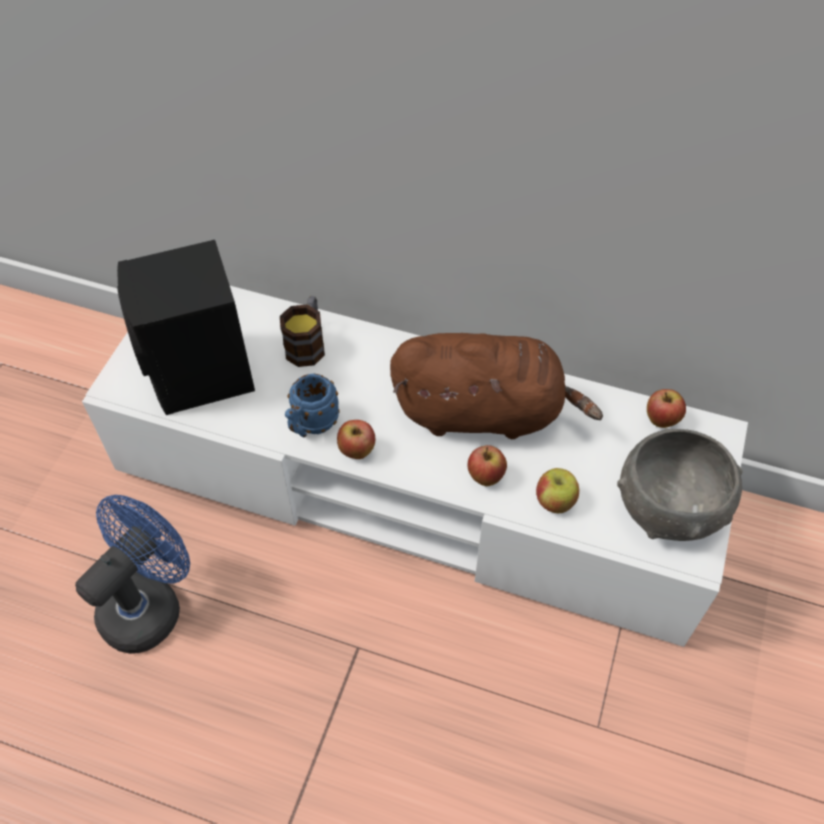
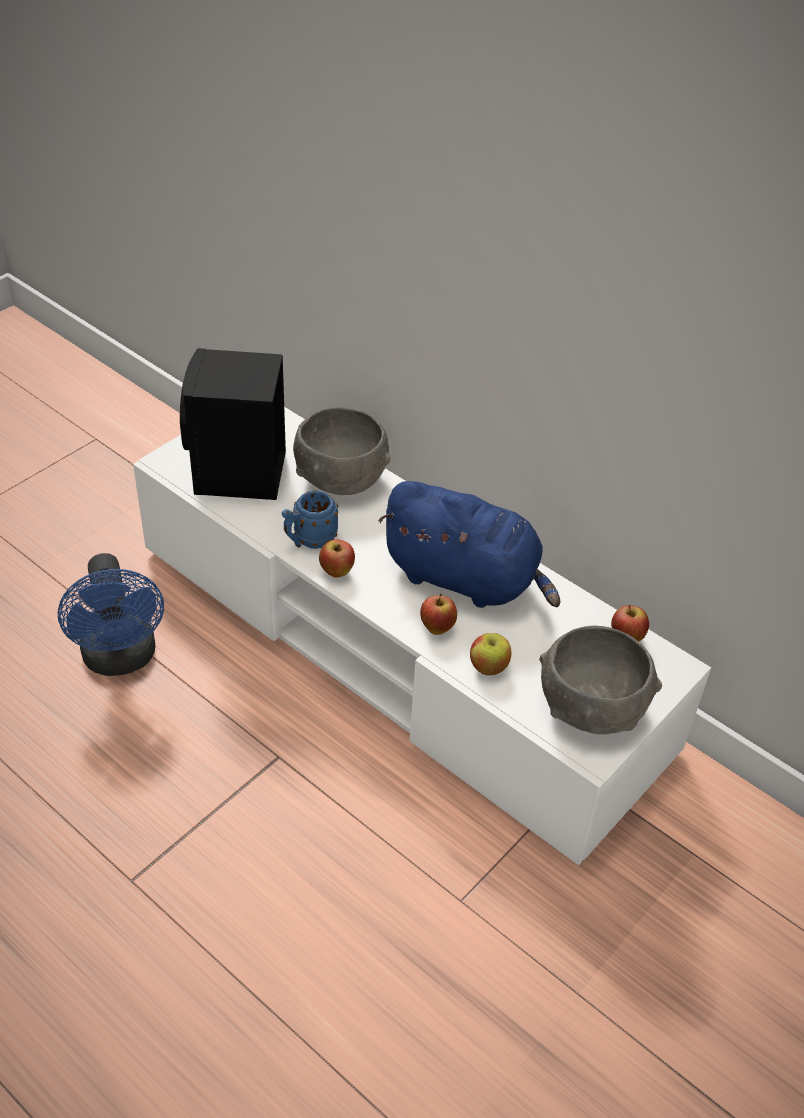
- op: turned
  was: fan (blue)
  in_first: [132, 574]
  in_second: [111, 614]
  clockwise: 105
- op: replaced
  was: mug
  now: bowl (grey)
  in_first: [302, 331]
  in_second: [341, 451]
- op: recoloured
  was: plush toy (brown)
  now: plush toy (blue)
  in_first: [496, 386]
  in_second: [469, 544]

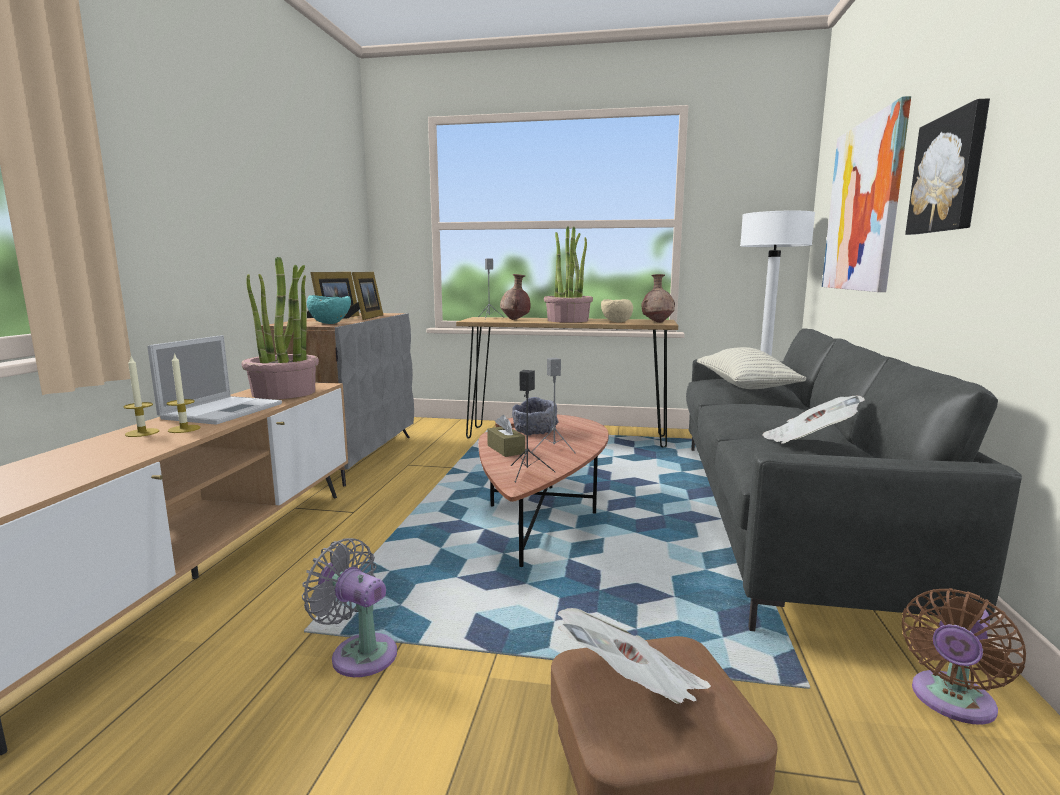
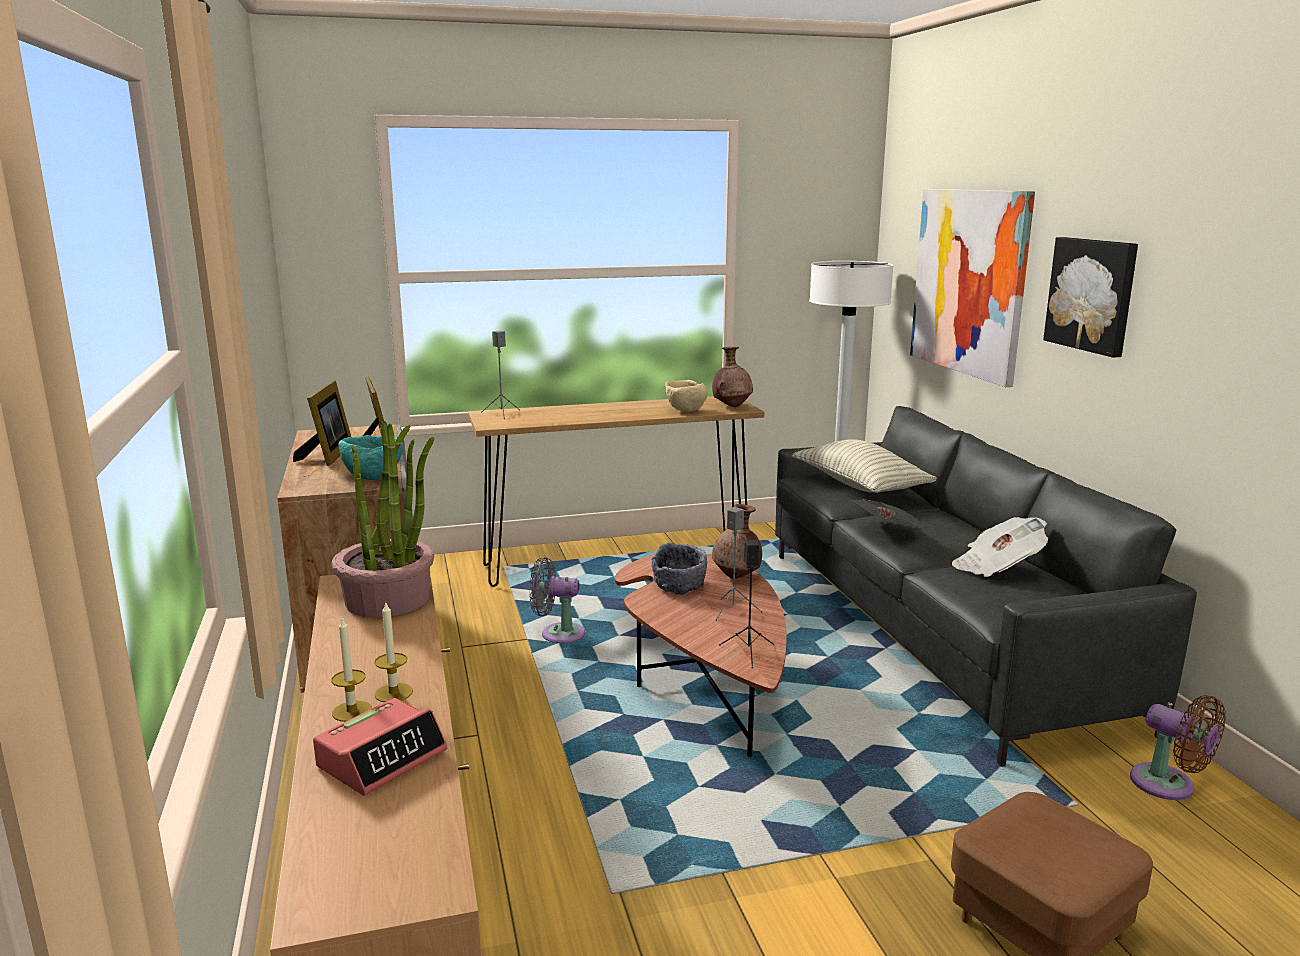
- op: removed
  was: laptop
  in_first: [214, 380]
- op: moved
  was: fan (grey)
  in_first: [349, 607]
  in_second: [557, 600]
- op: removed
  was: tissue box (brown)
  in_first: [506, 436]
- op: moved
  was: vase (brown)
  in_first: [515, 297]
  in_second: [737, 541]
- op: removed
  was: potted plant
  in_first: [568, 274]
- op: moved
  was: newspaper
  in_first: [634, 656]
  in_second: [884, 512]
- op: turned
  was: fan (brown)
  in_first: [964, 656]
  in_second: [1178, 747]
  clockwise: -60
- op: added
  now: alarm clock
  in_second: [380, 747]

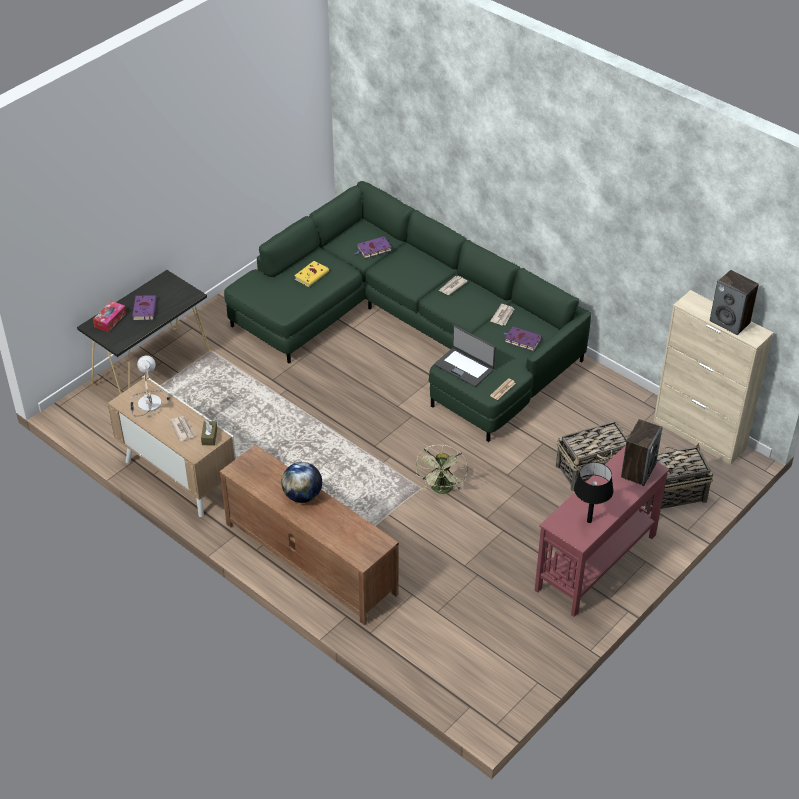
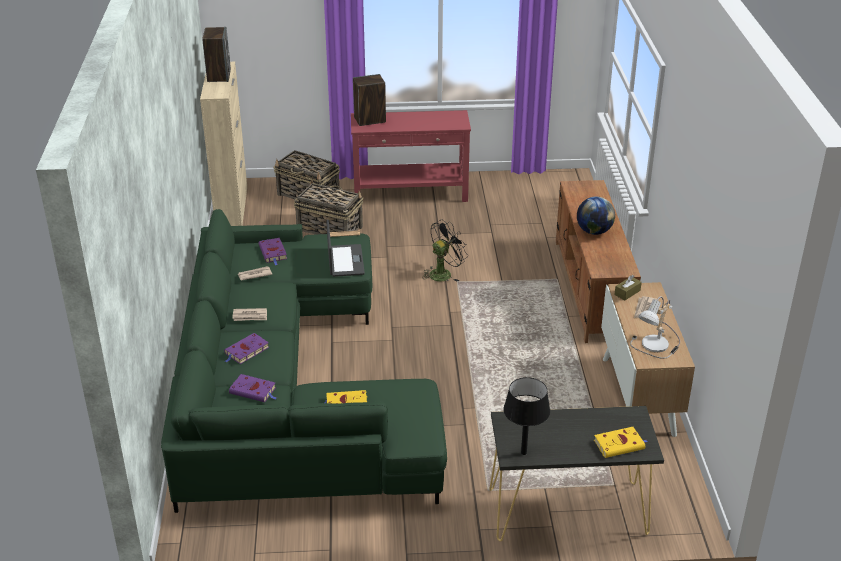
- op: replaced
  was: tissue box
  now: book (yellow)
  in_first: [109, 316]
  in_second: [621, 442]
- op: moved
  was: book (purple)
  in_first: [144, 308]
  in_second: [246, 348]
- op: recoloured
  was: fan (green)
  now: fan (black)
  in_first: [442, 469]
  in_second: [444, 250]
- op: moved
  was: table lamp (black)
  in_first: [594, 492]
  in_second: [526, 416]

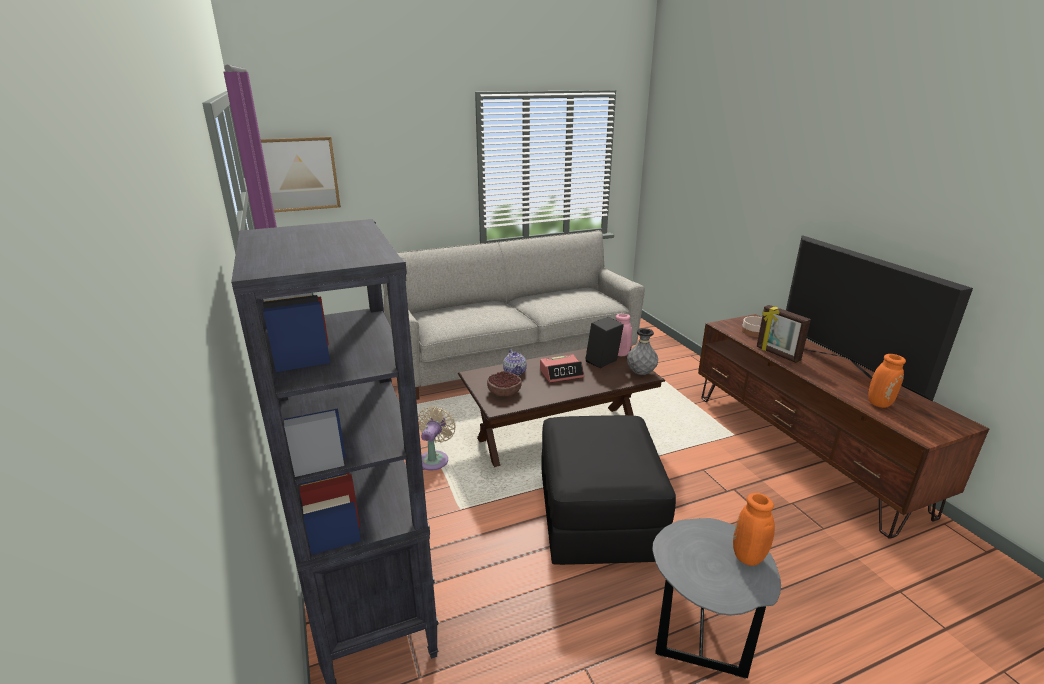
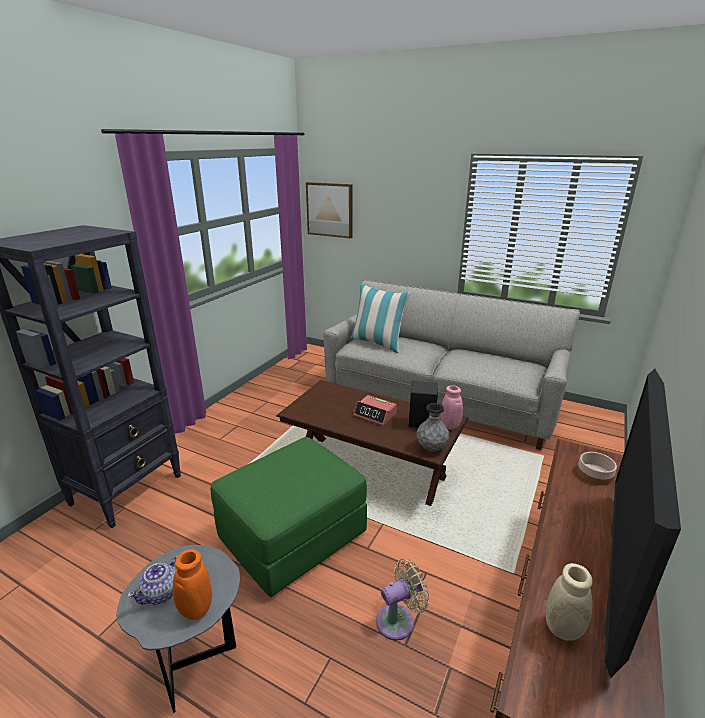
- op: moved
  was: fan (beige)
  in_first: [437, 438]
  in_second: [403, 600]
- op: removed
  was: bowl
  in_first: [504, 383]
- op: moved
  was: teapot
  in_first: [515, 363]
  in_second: [152, 580]
- op: recoloured
  was: ottoman (black)
  now: ottoman (green)
  in_first: [608, 490]
  in_second: [289, 517]
- op: removed
  was: picture frame
  in_first: [784, 334]
- op: recoloured
  was: vase (orange)
  now: vase (beige)
  in_first: [887, 381]
  in_second: [578, 590]
- op: added
  now: pillow
  in_second: [380, 318]

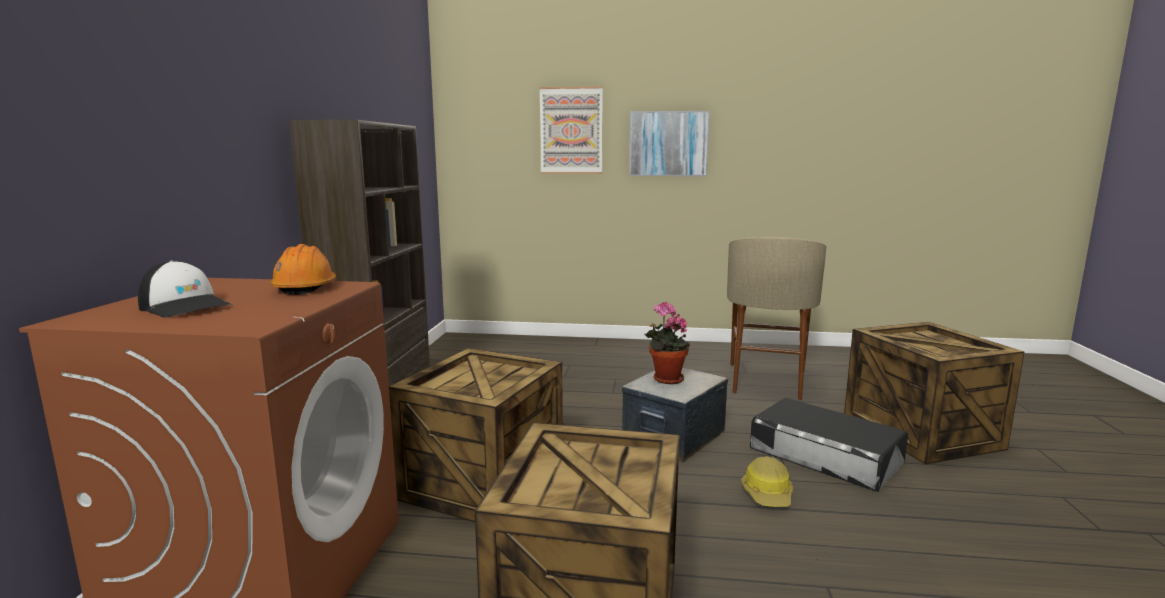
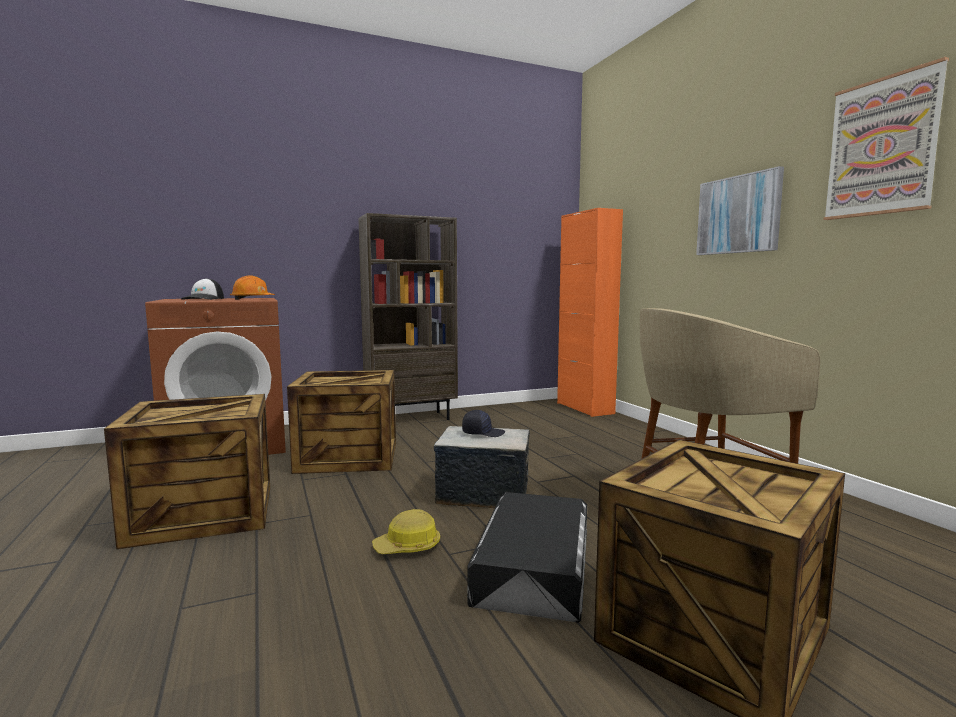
- op: moved
  was: picture
  in_first: [571, 130]
  in_second: [886, 138]
- op: replaced
  was: potted plant
  now: cap (black)
  in_first: [667, 343]
  in_second: [483, 423]
- op: added
  now: cabinet (orange)
  in_second: [590, 312]

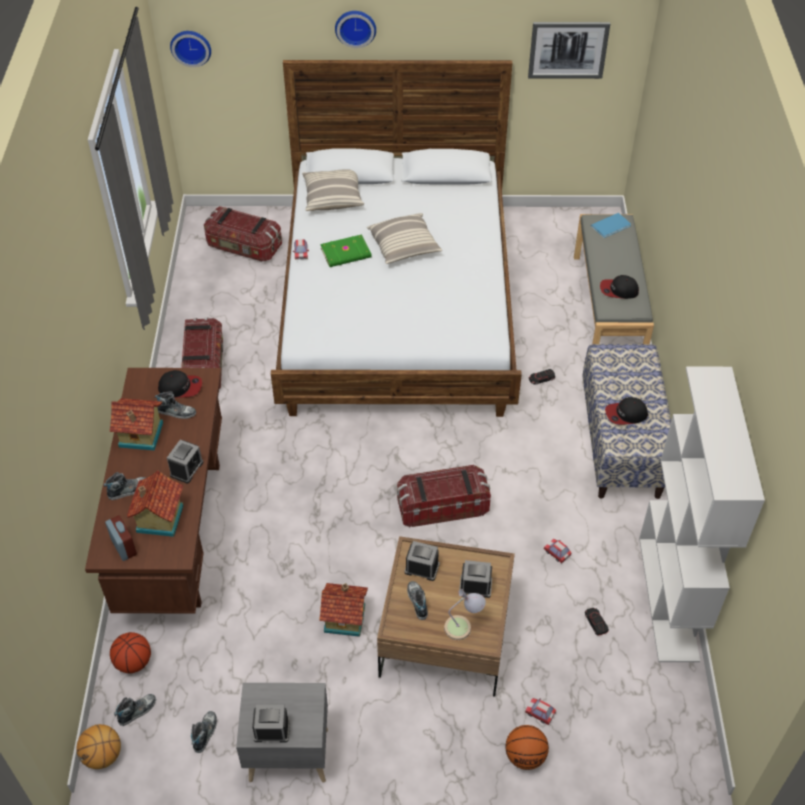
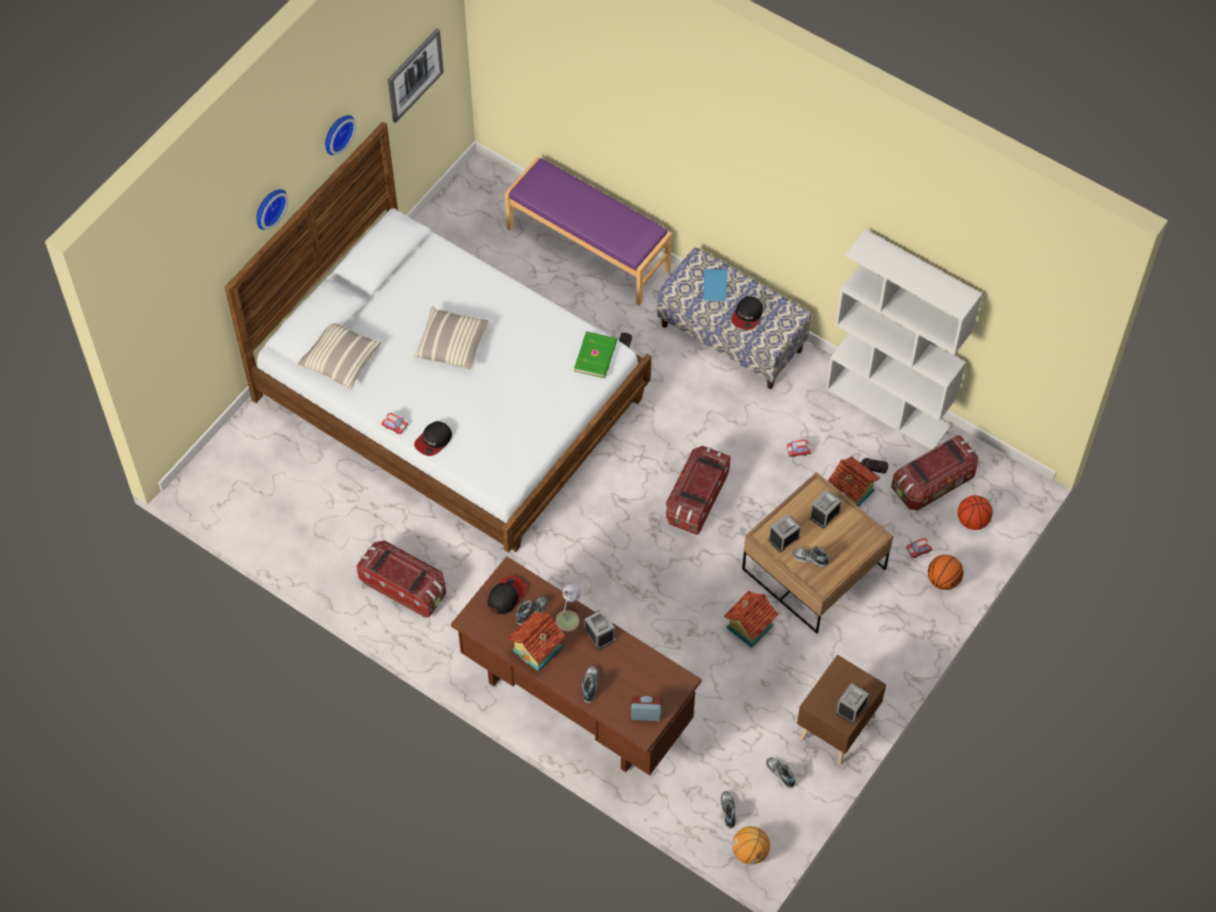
- op: moved
  was: basketball
  in_first: [130, 653]
  in_second: [975, 512]
- op: moved
  was: toy house
  in_first: [155, 503]
  in_second: [854, 481]
- op: moved
  was: wall clock
  in_first: [190, 49]
  in_second: [340, 135]
- op: moved
  was: storage box
  in_first: [243, 234]
  in_second: [935, 473]
- op: recoloured
  was: nightstand (grey)
  now: nightstand (brown)
  in_first: [282, 732]
  in_second: [841, 709]
- op: moved
  was: book (green)
  in_first: [346, 250]
  in_second: [595, 354]
- op: moved
  was: table lamp
  in_first: [465, 614]
  in_second: [568, 607]
- op: recoloured
  was: bench (grey)
  now: bench (purple)
  in_first: [614, 279]
  in_second: [588, 231]
- op: moved
  was: book (blue)
  in_first: [611, 225]
  in_second: [715, 285]
- op: moved
  was: cap
  in_first: [619, 287]
  in_second: [433, 438]

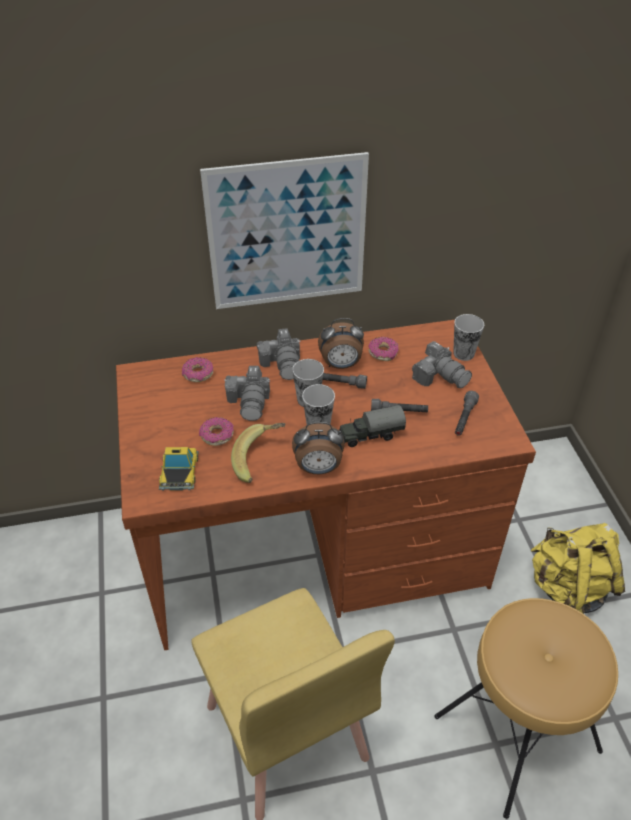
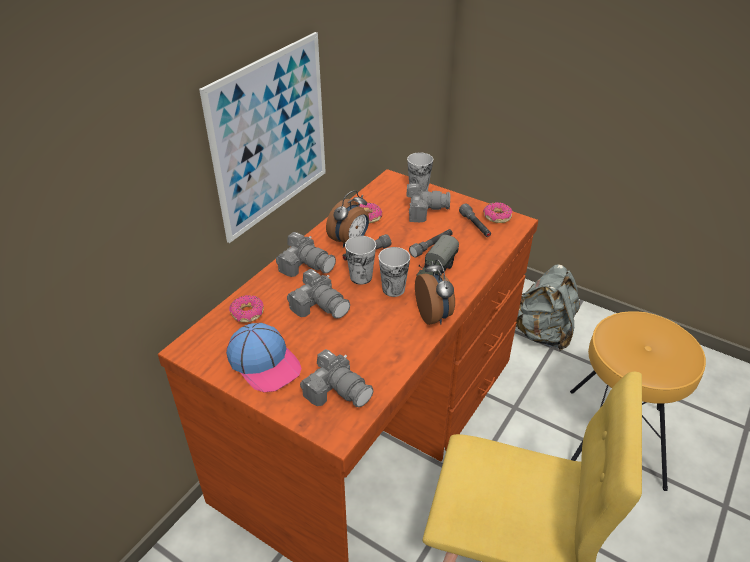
- op: replaced
  was: toy car
  now: photo camera
  in_first: [179, 469]
  in_second: [336, 378]
- op: moved
  was: donut
  in_first: [216, 431]
  in_second: [498, 212]
- op: removed
  was: banana
  in_first: [258, 453]
- op: turned
  was: alarm clock
  in_first: [318, 448]
  in_second: [435, 292]
  clockwise: -60
- op: recoloured
  was: backpack (yellow)
  now: backpack (grey)
  in_first: [578, 568]
  in_second: [548, 307]
- op: added
  now: cap
  in_second: [264, 358]

